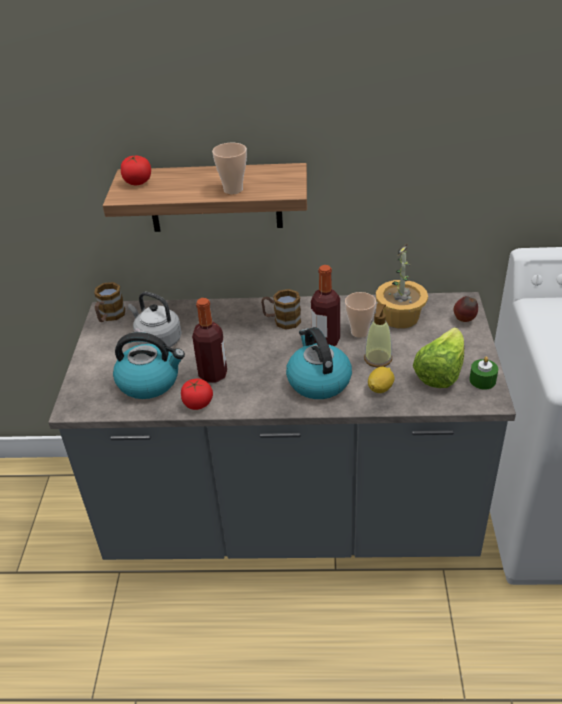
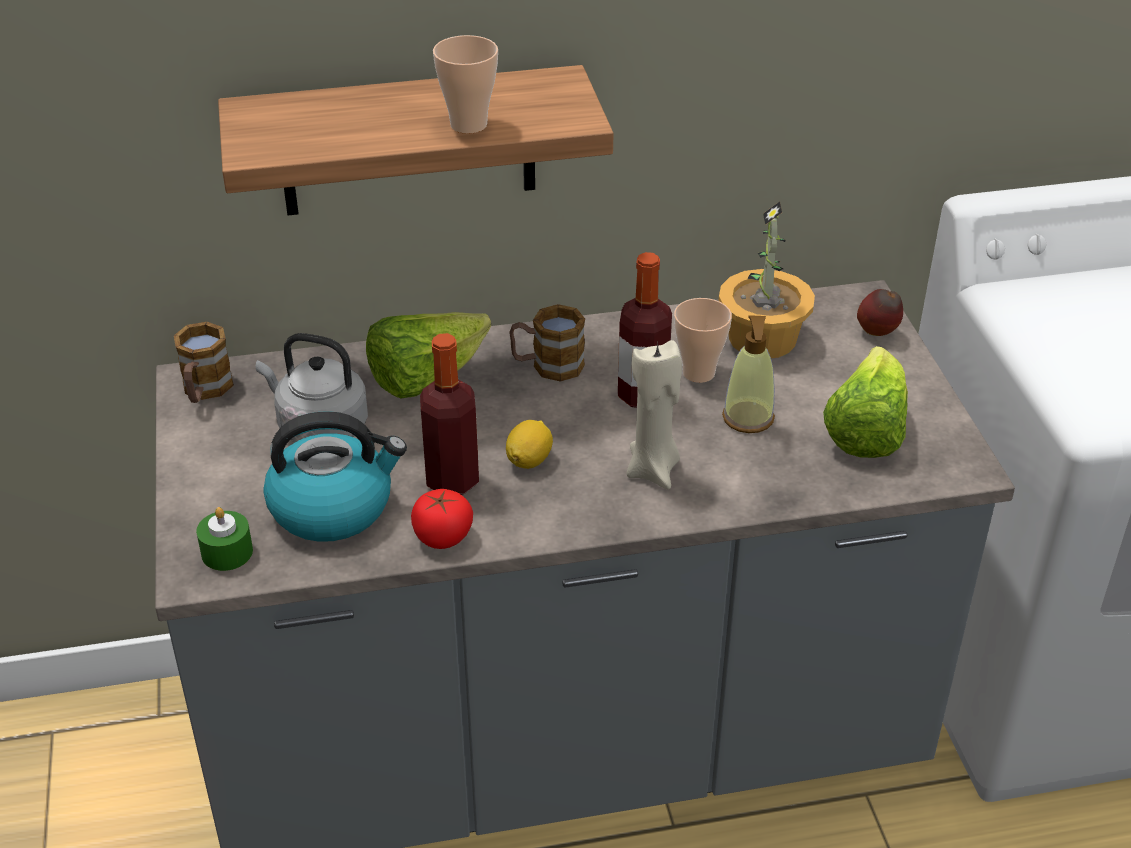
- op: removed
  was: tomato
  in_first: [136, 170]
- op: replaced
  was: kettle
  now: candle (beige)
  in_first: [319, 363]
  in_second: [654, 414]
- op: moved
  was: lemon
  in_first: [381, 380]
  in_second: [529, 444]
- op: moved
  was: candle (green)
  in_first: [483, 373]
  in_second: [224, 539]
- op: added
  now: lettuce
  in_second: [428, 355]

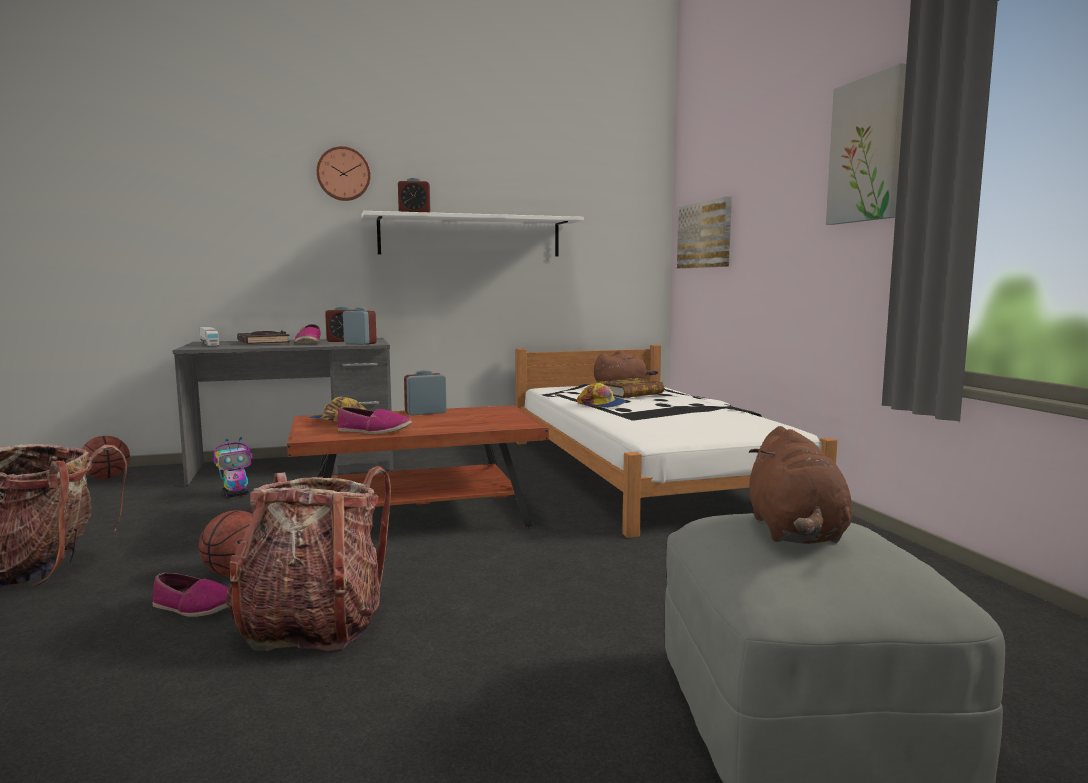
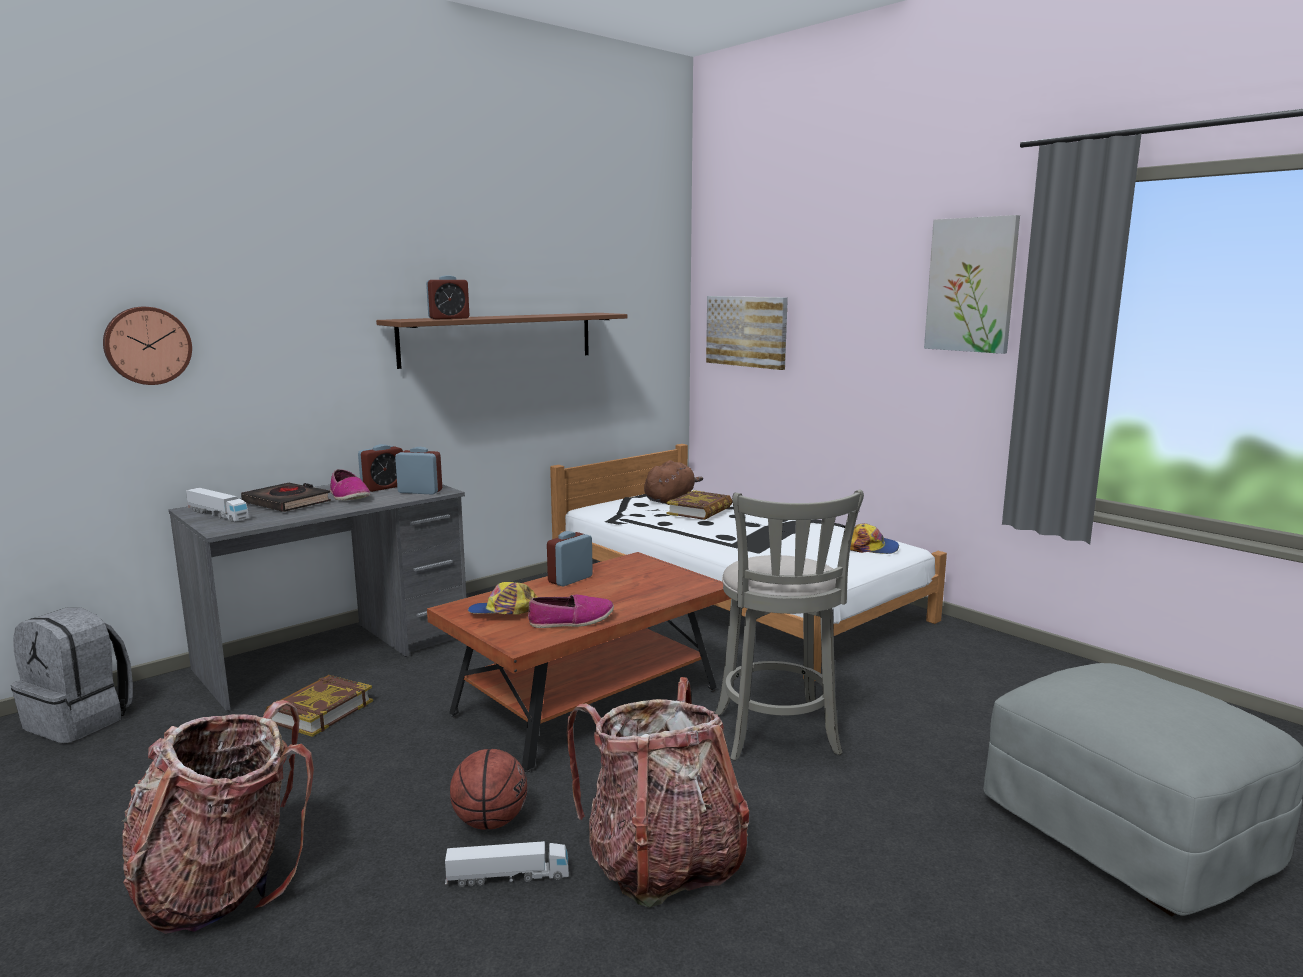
- op: replaced
  was: basketball
  now: backpack (grey)
  in_first: [106, 457]
  in_second: [72, 675]
- op: replaced
  was: shoe
  now: toy truck
  in_first: [190, 595]
  in_second: [507, 864]
- op: replaced
  was: toy robot
  now: book
  in_first: [232, 467]
  in_second: [319, 706]
- op: moved
  was: wall clock
  in_first: [343, 173]
  in_second: [147, 346]
- op: recoloured
  was: shelf (white)
  now: shelf (brown)
  in_first: [473, 233]
  in_second: [501, 341]
- op: moved
  was: cap
  in_first: [601, 395]
  in_second: [874, 538]
- op: removed
  was: plush toy (brown)
  in_first: [800, 485]
- op: added
  now: stool (grey)
  in_second: [789, 625]

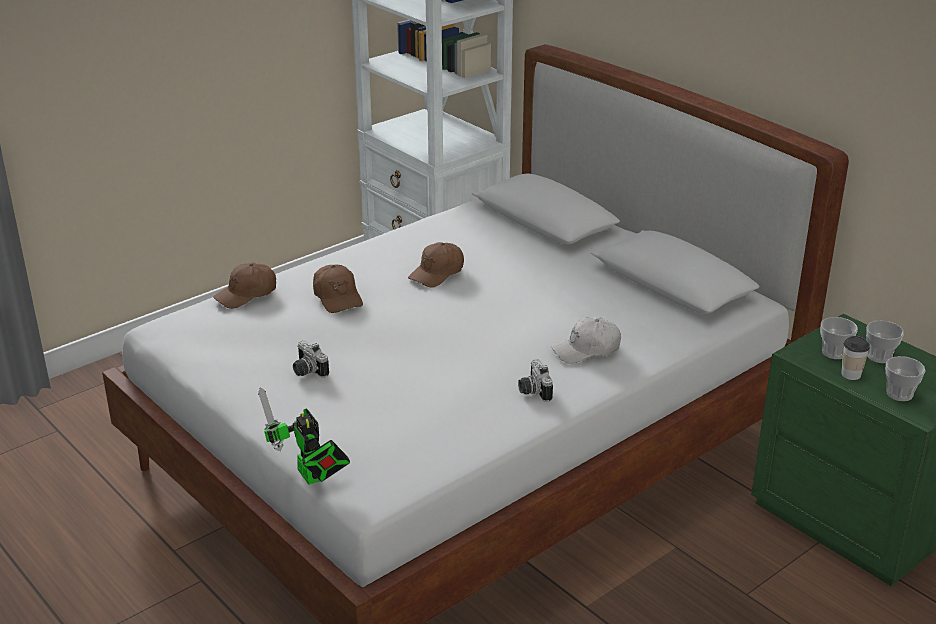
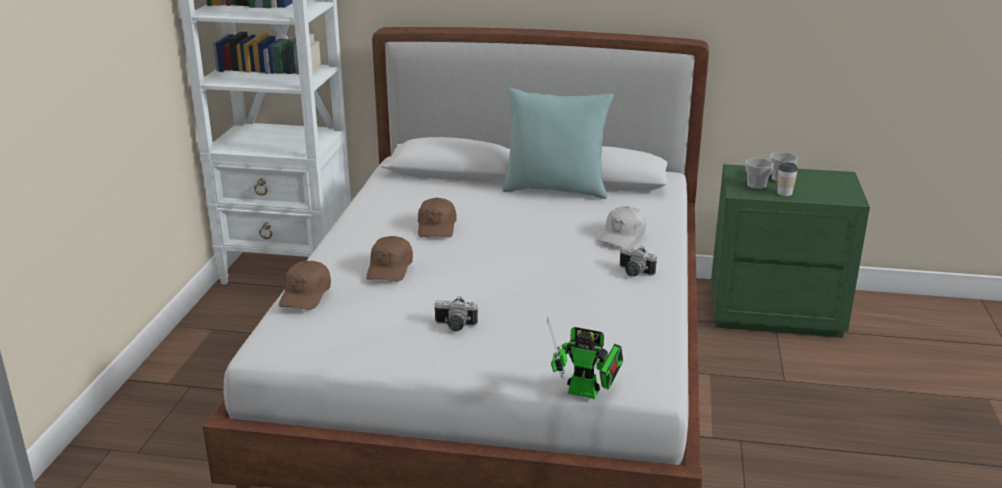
- op: turned
  was: cap (brown)
  in_first: [338, 288]
  in_second: [389, 259]
  clockwise: 75
- op: removed
  was: cup
  in_first: [905, 378]
- op: added
  now: pillow (turquoise)
  in_second: [558, 143]

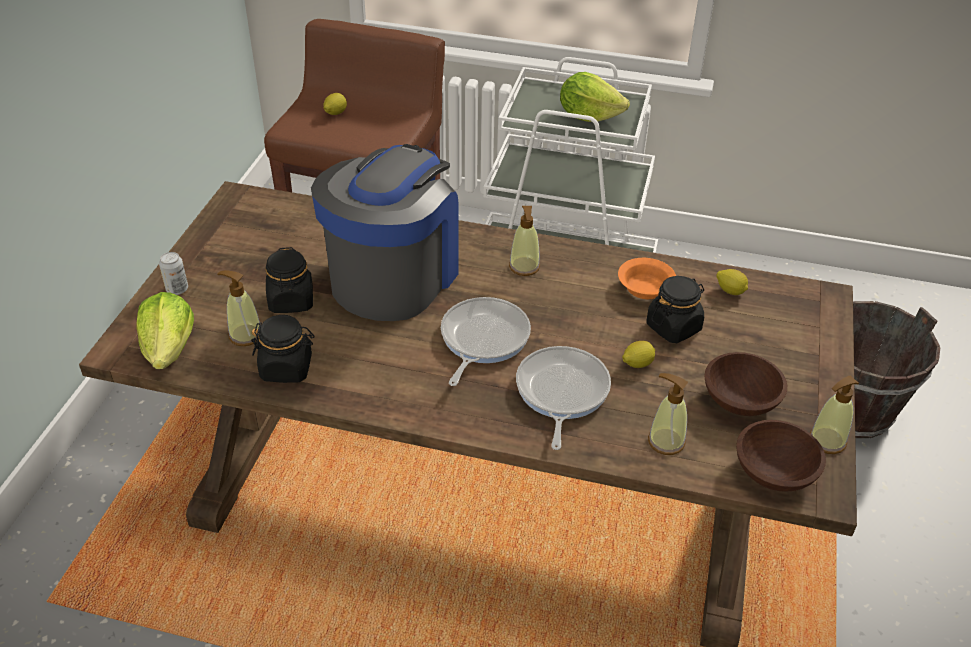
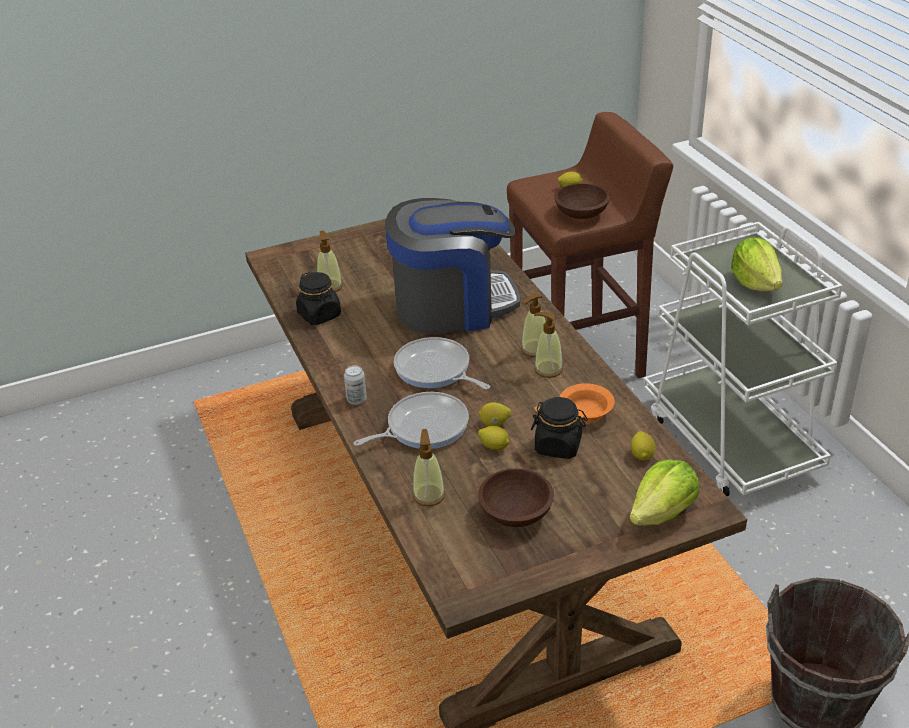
- op: moved
  was: lettuce
  in_first: [165, 330]
  in_second: [664, 492]
- op: moved
  was: can
  in_first: [173, 273]
  in_second: [355, 385]
- op: removed
  was: jar (black)
  in_first: [289, 280]
- op: turned
  was: frying pan
  in_first: [486, 341]
  in_second: [442, 363]
  clockwise: -120
- op: moved
  was: bowl (brown)
  in_first: [781, 456]
  in_second: [582, 201]
- op: moved
  was: soap dispenser
  in_first: [834, 415]
  in_second: [548, 345]
- op: added
  now: lemon
  in_second: [494, 414]

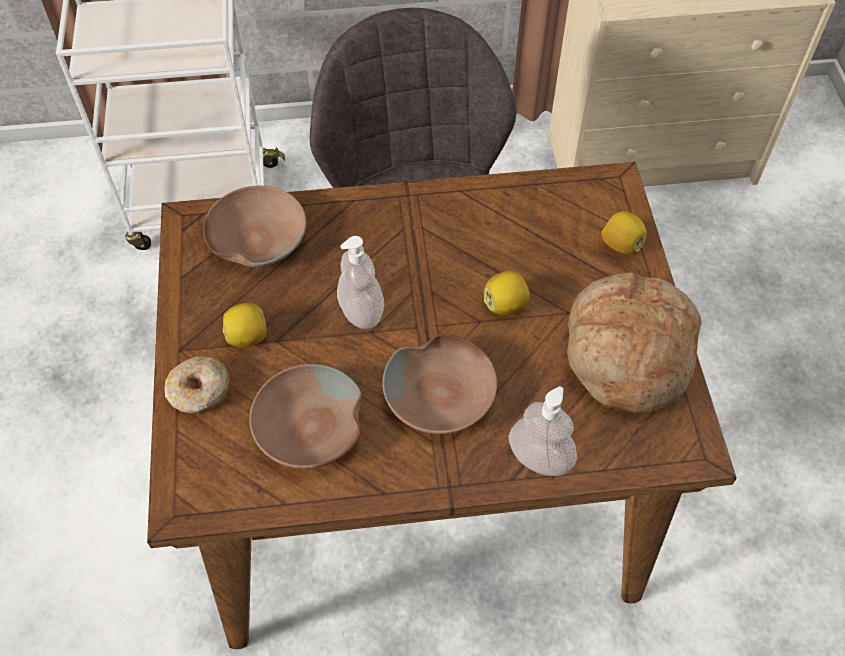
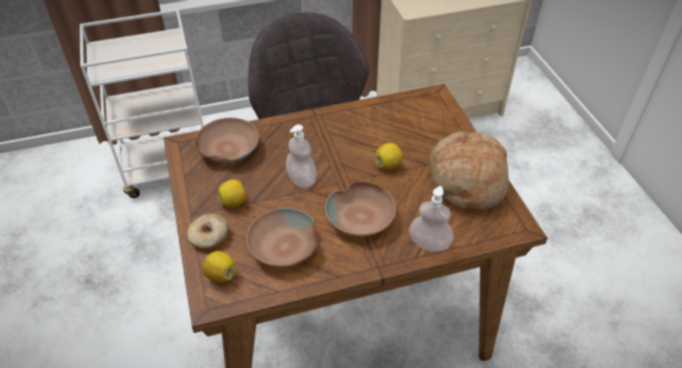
- op: moved
  was: lemon
  in_first: [624, 232]
  in_second: [219, 266]

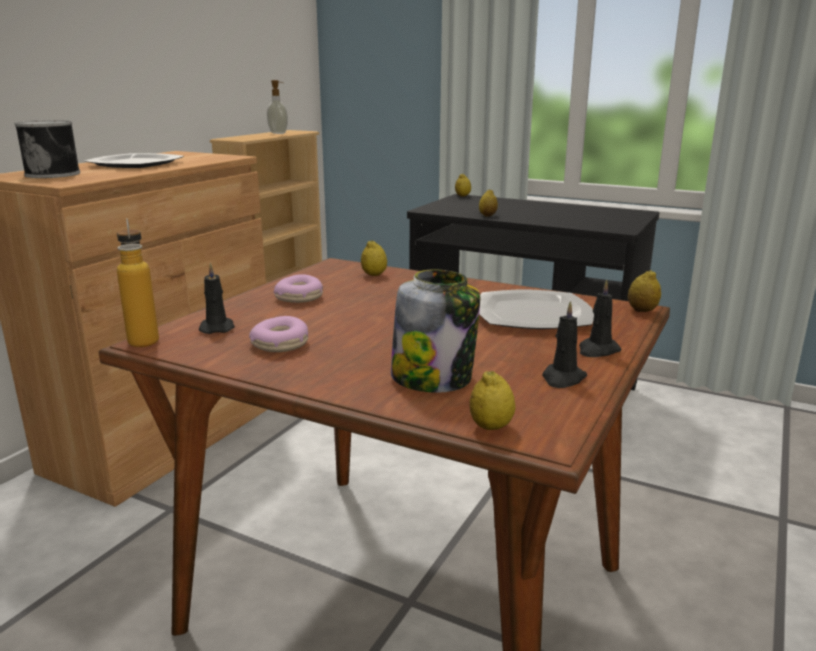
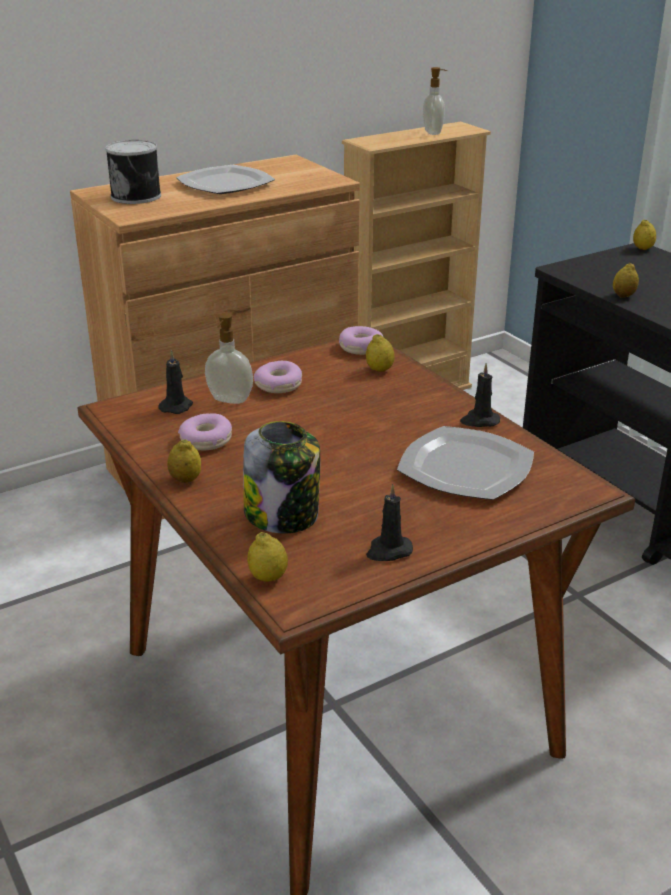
- op: removed
  was: bottle
  in_first: [138, 282]
- op: moved
  was: candle (black)
  in_first: [600, 318]
  in_second: [480, 395]
- op: moved
  was: lemon
  in_first: [644, 291]
  in_second: [184, 460]
- op: added
  now: soap dispenser
  in_second: [229, 358]
- op: added
  now: donut
  in_second: [361, 340]

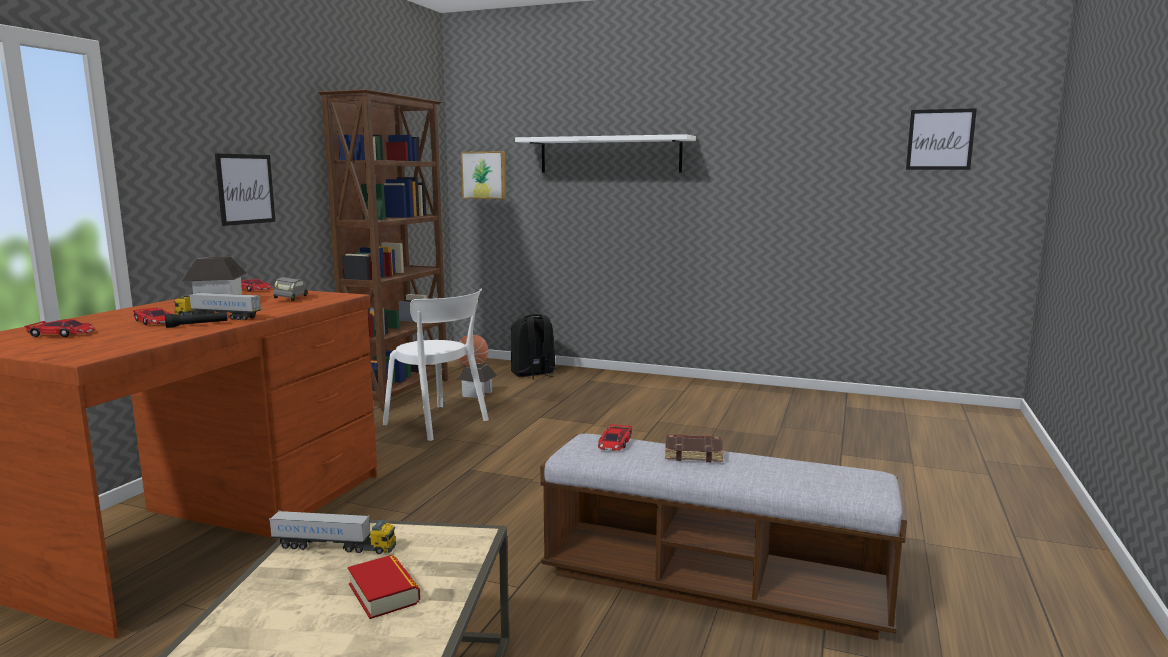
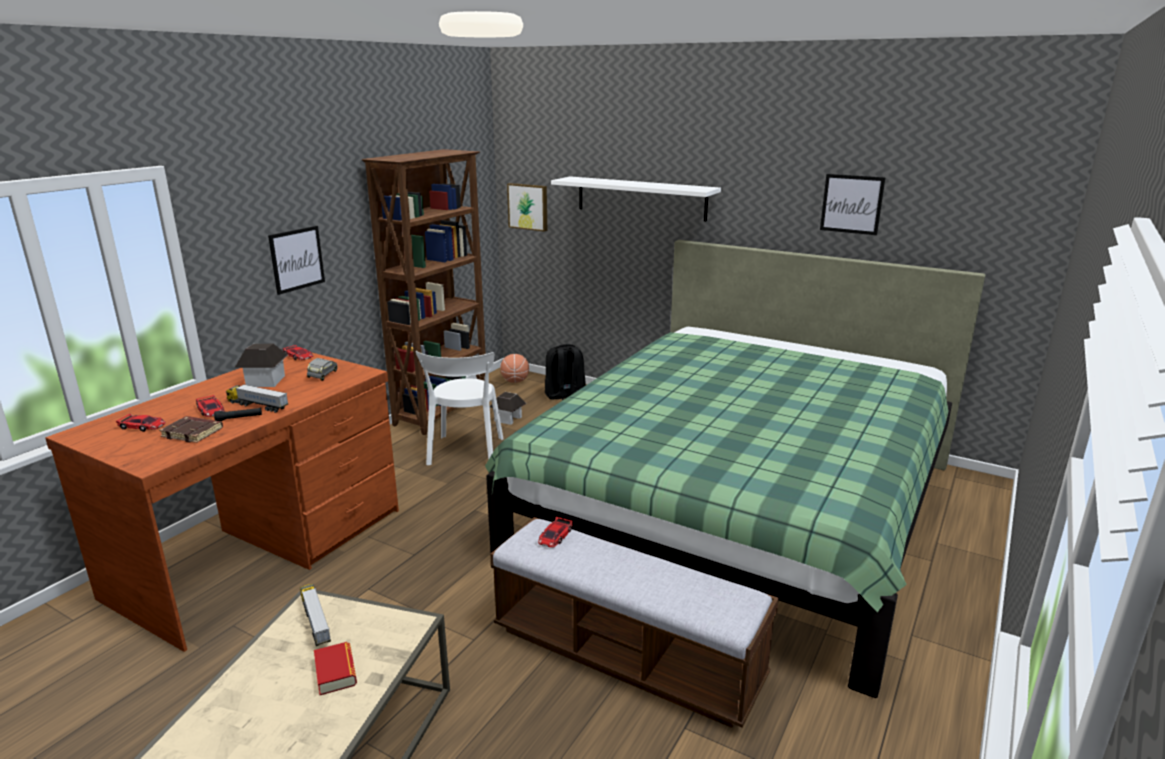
- op: turned
  was: toy truck
  in_first: [332, 532]
  in_second: [315, 615]
  clockwise: -135
- op: turned
  was: chair (white)
  in_first: [436, 364]
  in_second: [459, 408]
  clockwise: 45
- op: moved
  was: book (brown)
  in_first: [694, 448]
  in_second: [191, 429]
- op: moved
  was: picture
  in_first: [941, 139]
  in_second: [852, 204]
- op: added
  now: bed (green)
  in_second: [735, 469]

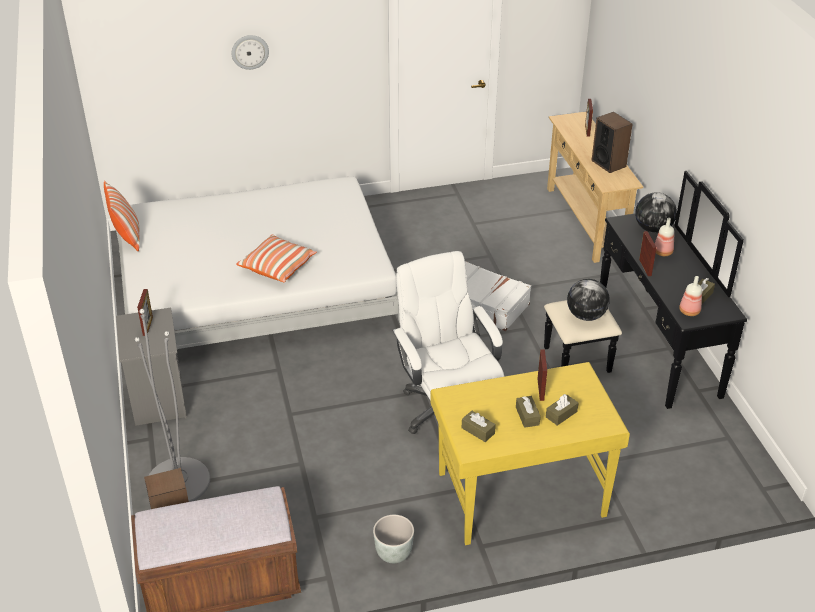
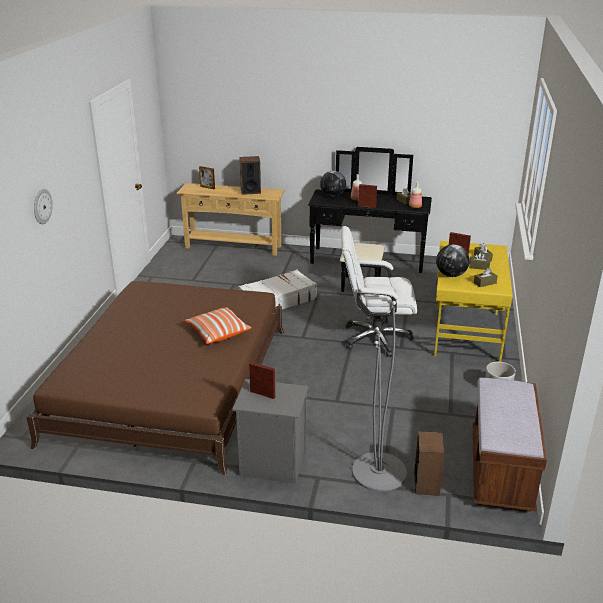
- op: removed
  was: pillow
  in_first: [122, 215]
- op: recoloured
  was: bed (white)
  now: bed (brown)
  in_first: [258, 263]
  in_second: [155, 378]
- op: moved
  was: globe
  in_first: [588, 300]
  in_second: [453, 260]

